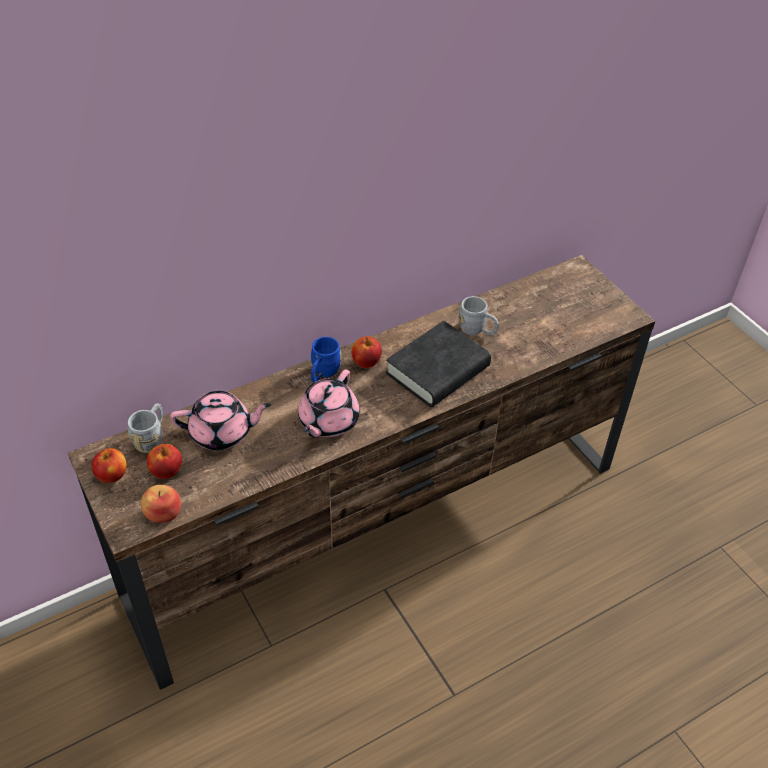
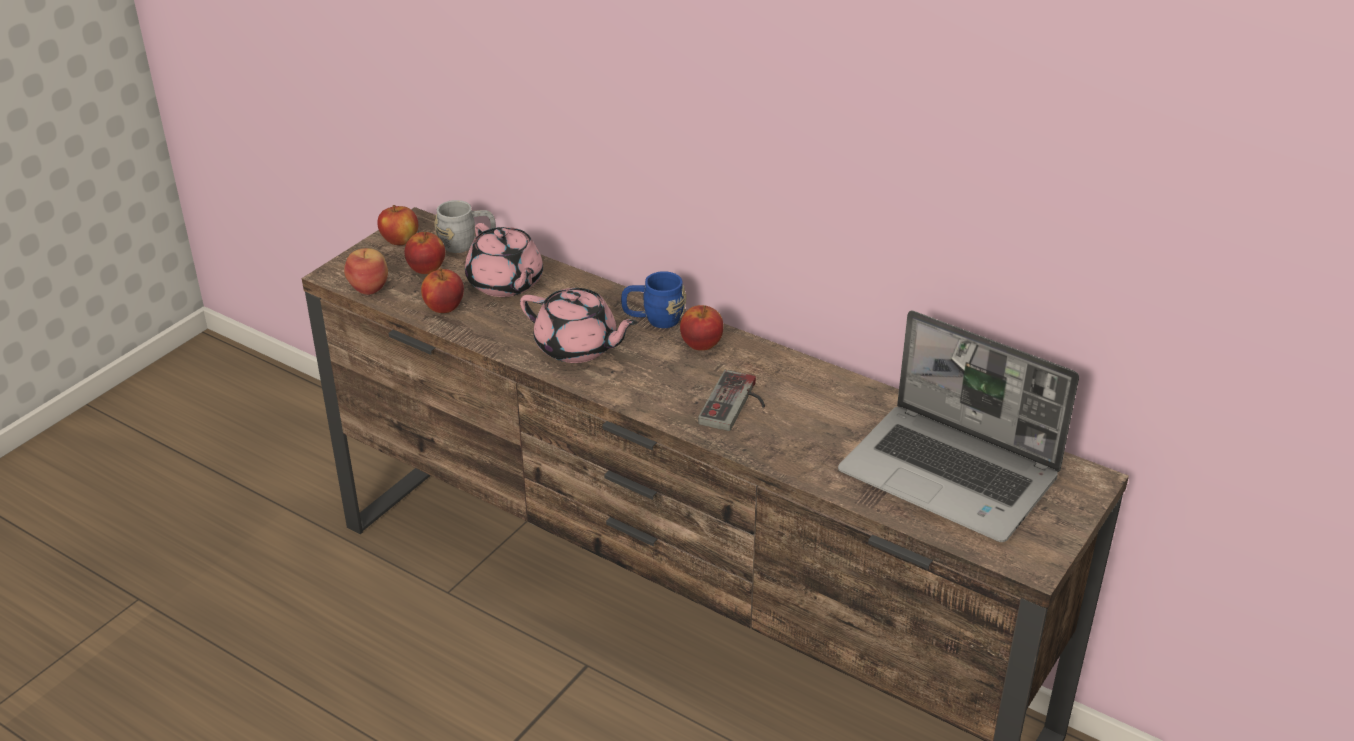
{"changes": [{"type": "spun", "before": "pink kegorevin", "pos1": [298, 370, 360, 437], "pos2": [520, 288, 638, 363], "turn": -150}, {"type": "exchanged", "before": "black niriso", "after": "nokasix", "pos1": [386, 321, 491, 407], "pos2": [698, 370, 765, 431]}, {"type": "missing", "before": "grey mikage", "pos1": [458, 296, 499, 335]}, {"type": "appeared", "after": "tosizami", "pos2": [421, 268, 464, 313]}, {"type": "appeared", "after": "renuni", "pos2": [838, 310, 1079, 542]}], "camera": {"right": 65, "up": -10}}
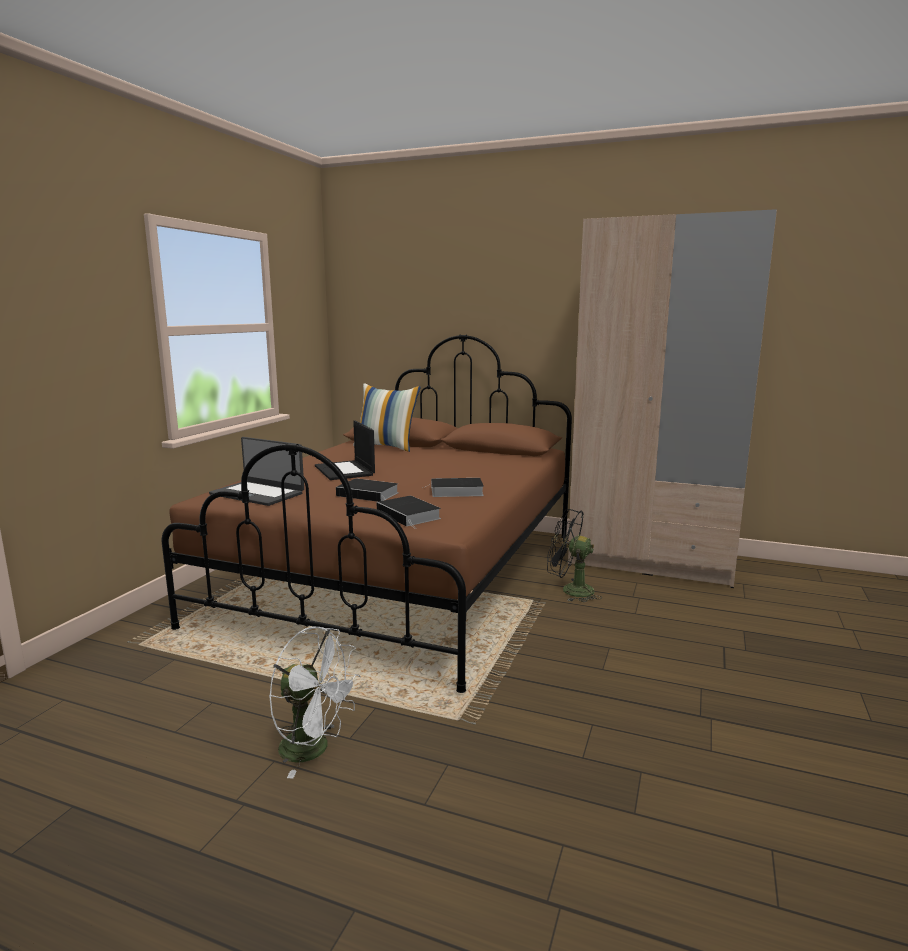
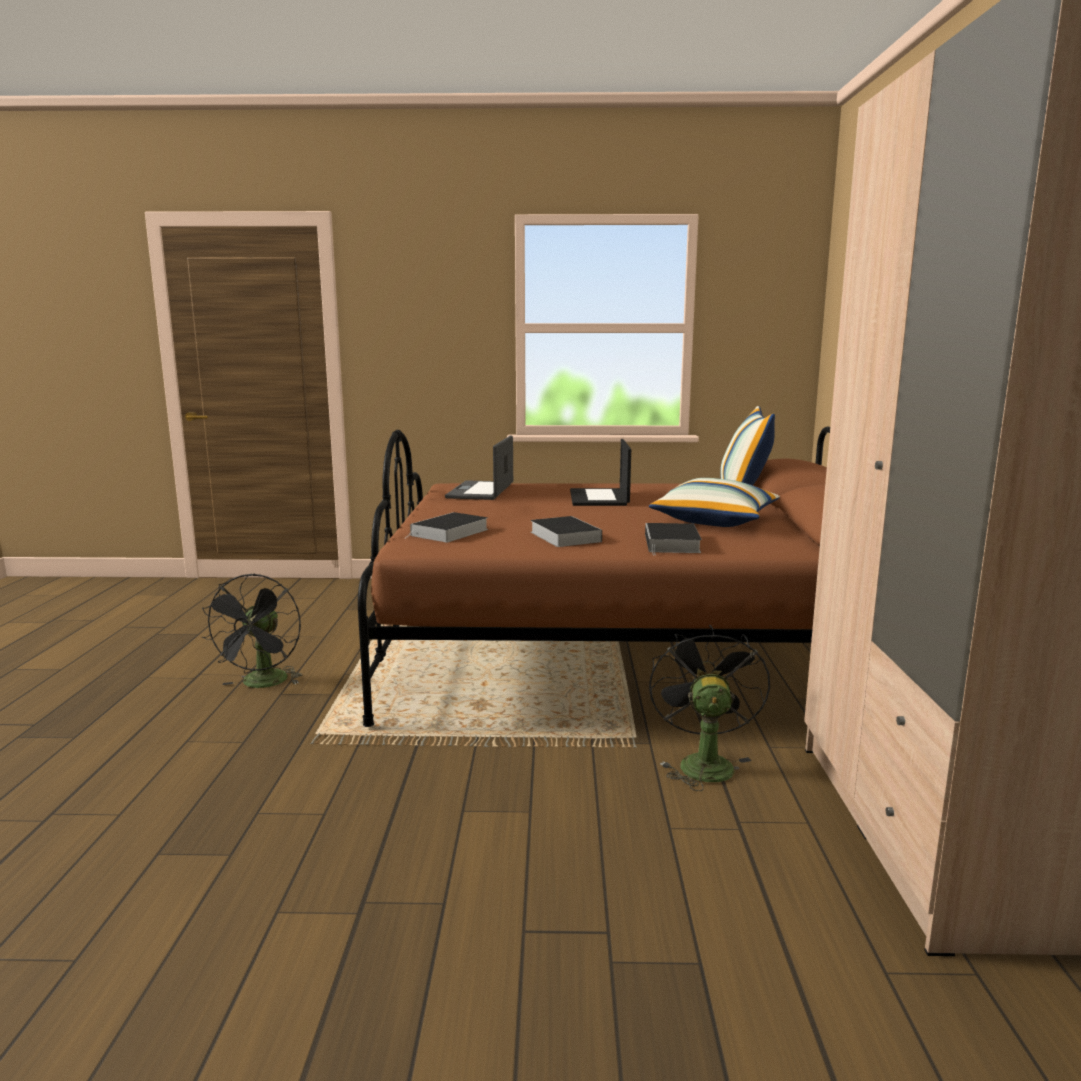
{"changes": [{"type": "colour", "before": "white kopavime", "after": "black kopavime", "pos1": [269, 627, 361, 778], "pos2": [202, 573, 303, 688]}, {"type": "spun", "before": "renuni", "pos1": [315, 420, 375, 480], "pos2": [570, 439, 631, 506], "turn": -45}, {"type": "relocated", "before": "niriso", "pos1": [336, 478, 398, 502], "pos2": [645, 523, 702, 556]}, {"type": "appeared", "after": "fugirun", "pos2": [649, 478, 780, 527]}], "camera": {"right": 70, "up": 0}}
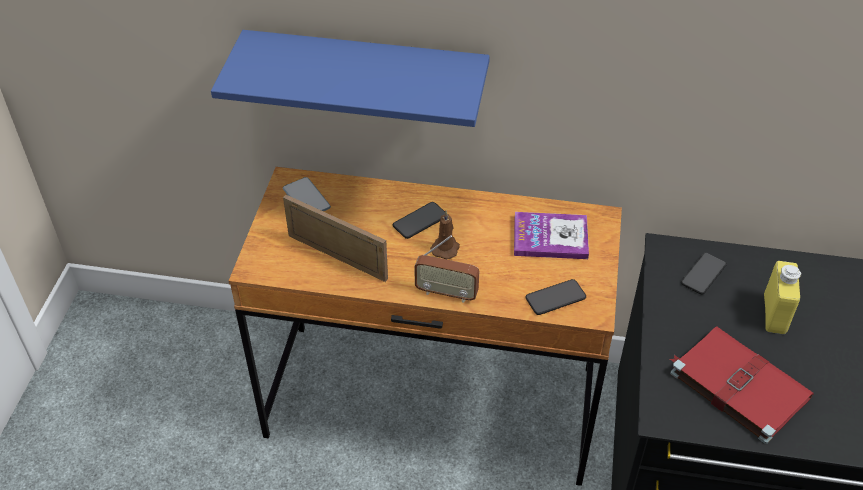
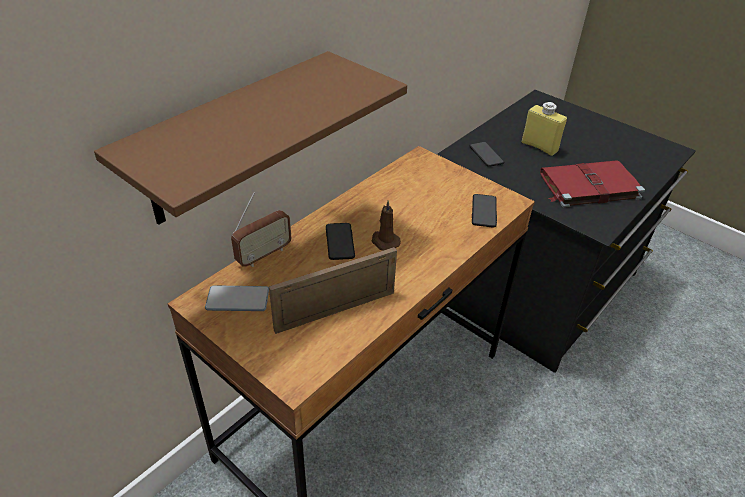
{"changes": [{"type": "colour", "before": "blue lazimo", "after": "brown lazimo", "pos1": [211, 30, 490, 127], "pos2": [94, 51, 407, 225]}, {"type": "relocated", "before": "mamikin", "pos1": [414, 235, 480, 303], "pos2": [231, 192, 291, 267]}, {"type": "missing", "before": "niriso", "pos1": [514, 212, 589, 259]}], "camera": {"right": -60, "up": -5}}
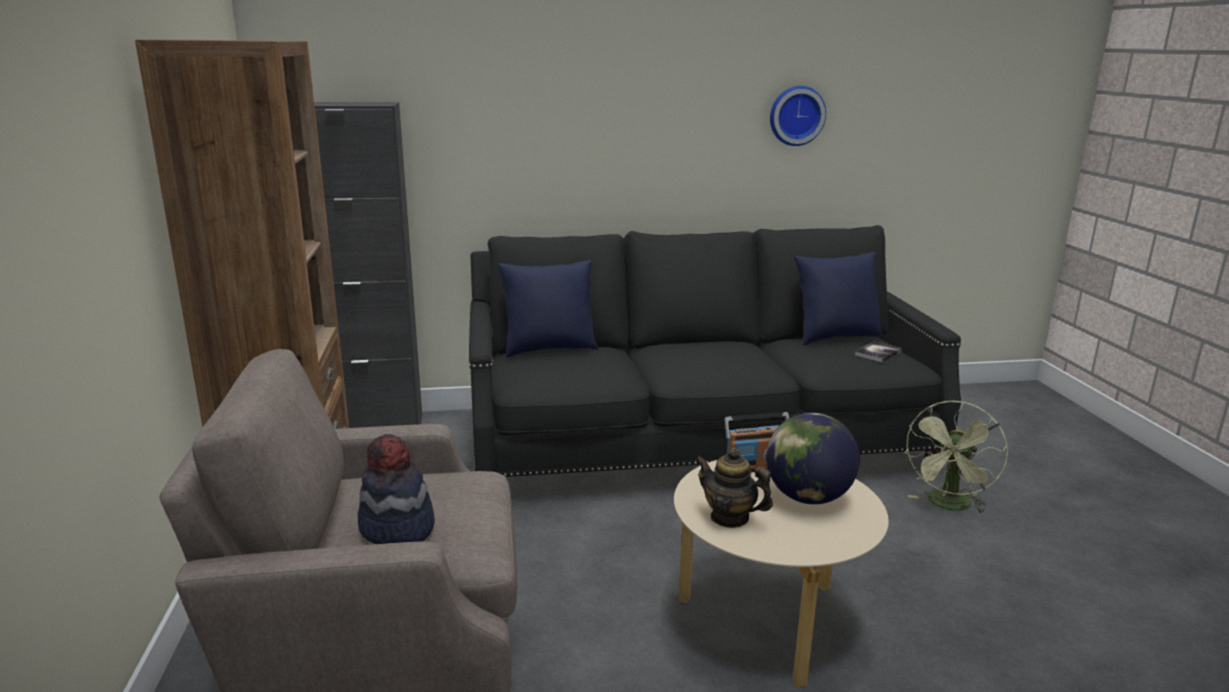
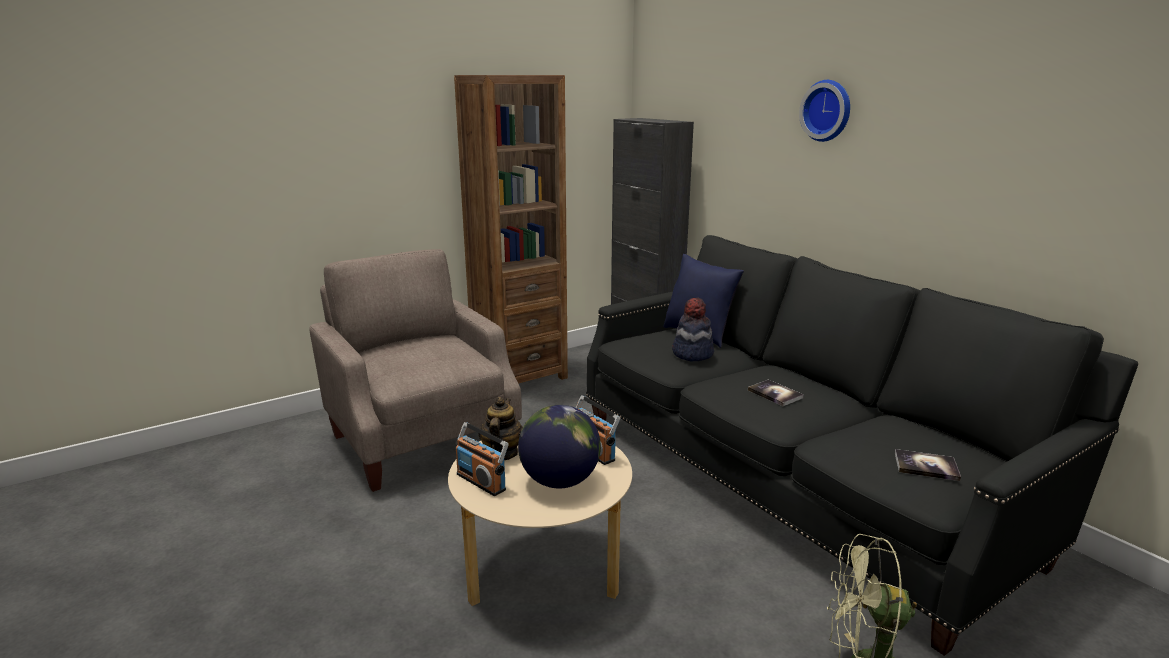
{"changes": [{"type": "relocated", "before": "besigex", "pos1": [357, 434, 435, 544], "pos2": [672, 297, 714, 361]}, {"type": "relocated", "before": "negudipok", "pos1": [770, 86, 826, 146], "pos2": [799, 80, 850, 142]}, {"type": "missing", "before": "blue fugirun", "pos1": [794, 252, 883, 345]}, {"type": "appeared", "after": "mamikin", "pos2": [456, 422, 509, 496]}, {"type": "appeared", "after": "niriso", "pos2": [748, 380, 804, 406]}], "camera": {"right": 65, "up": 0}}
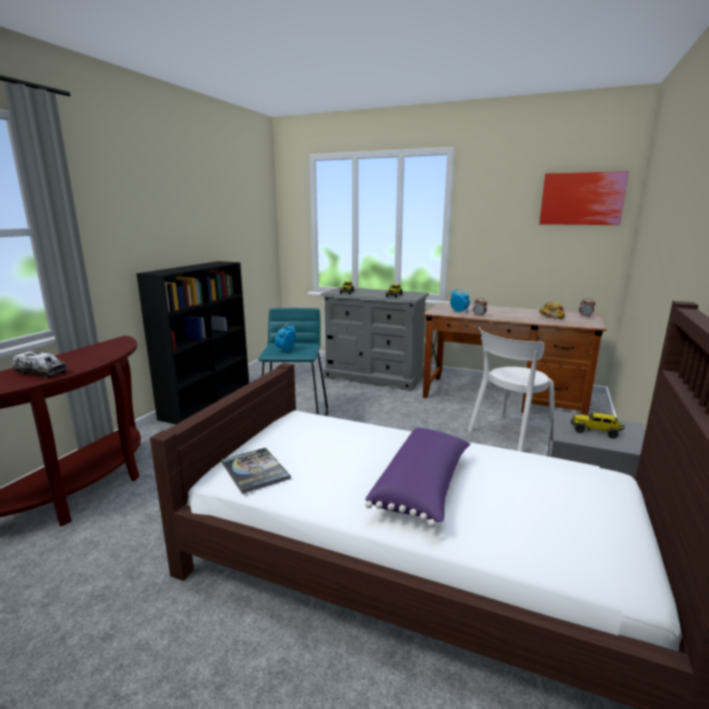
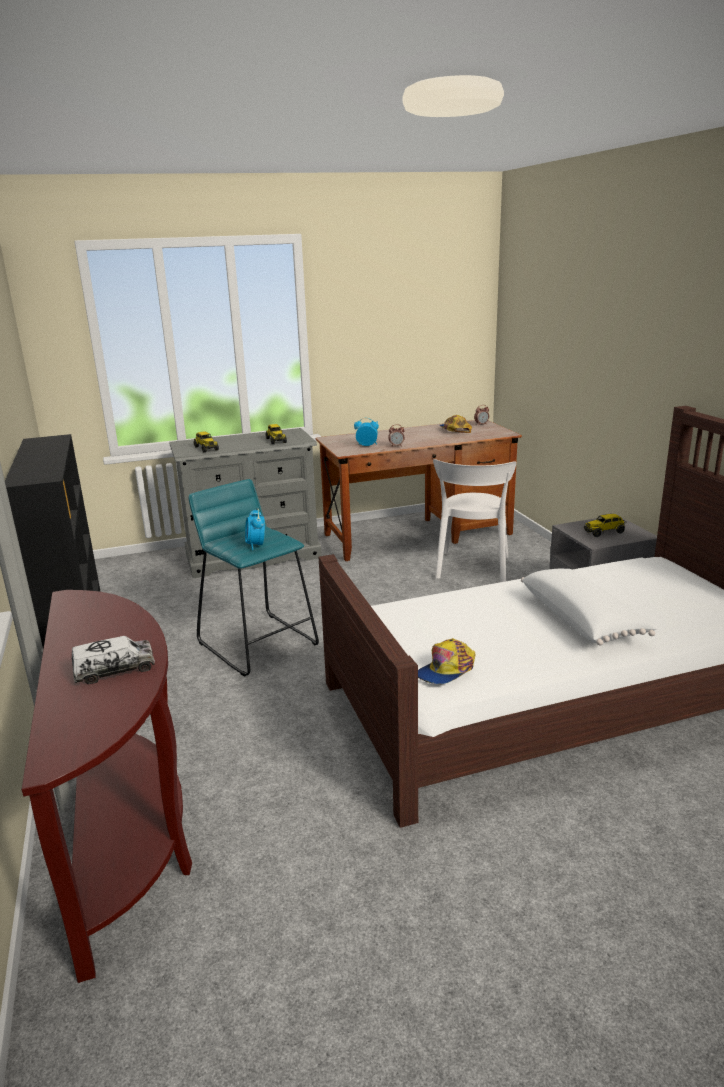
{"changes": [{"type": "exchanged", "before": "niriso", "after": "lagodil", "pos1": [221, 448, 291, 494], "pos2": [418, 638, 475, 684]}, {"type": "colour", "before": "purple fugirun", "after": "white fugirun", "pos1": [365, 428, 470, 527], "pos2": [521, 569, 658, 645]}, {"type": "missing", "before": "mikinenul", "pos1": [539, 171, 629, 225]}], "camera": {"right": -40, "up": 5}}
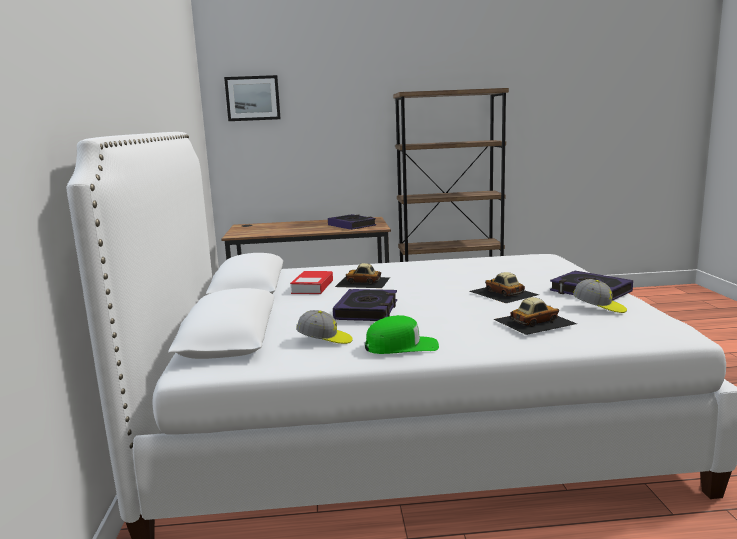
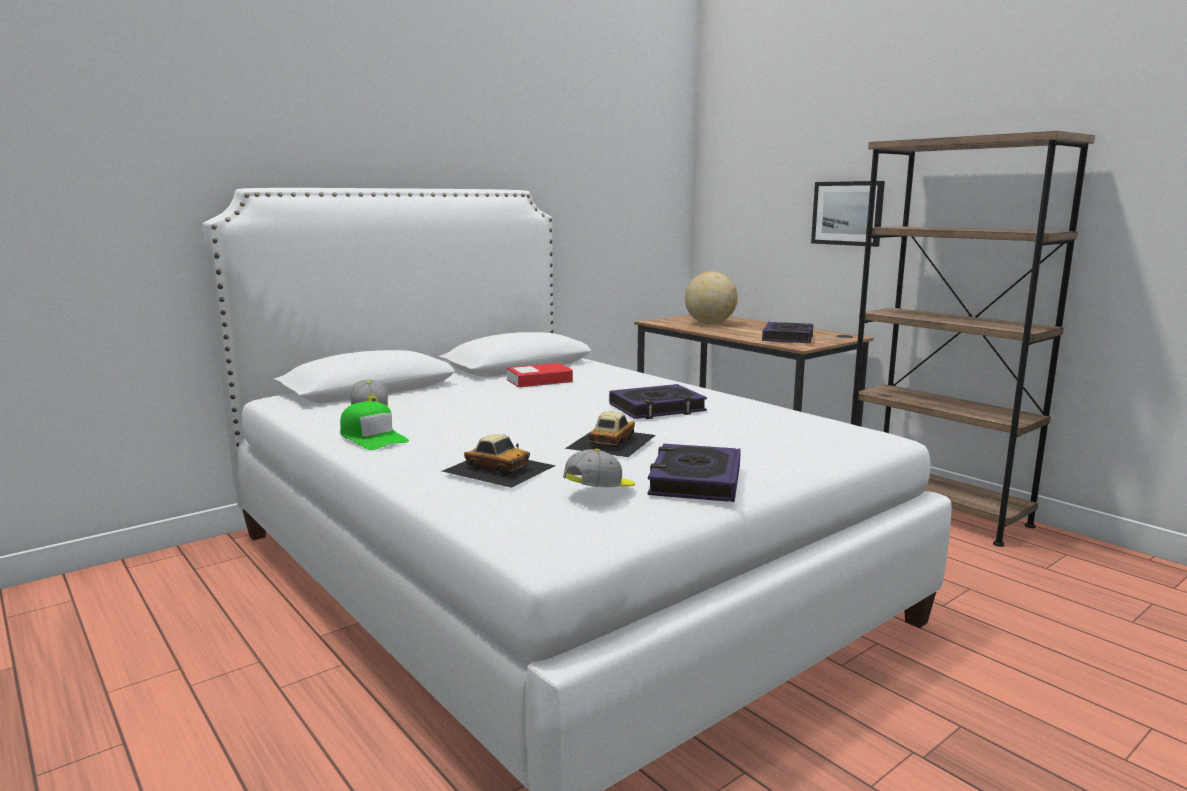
{"changes": [{"type": "relocated", "before": "mikinenul", "pos1": [224, 75, 281, 121], "pos2": [811, 181, 885, 247]}, {"type": "relocated", "before": "niriso", "pos1": [333, 289, 397, 321], "pos2": [609, 384, 707, 419]}, {"type": "missing", "before": "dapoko", "pos1": [335, 263, 390, 288]}, {"type": "spun", "before": "lagodil", "pos1": [573, 279, 627, 313], "pos2": [563, 449, 635, 487], "turn": -135}, {"type": "appeared", "after": "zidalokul", "pos2": [685, 271, 738, 324]}], "camera": {"right": 55, "up": 0}}
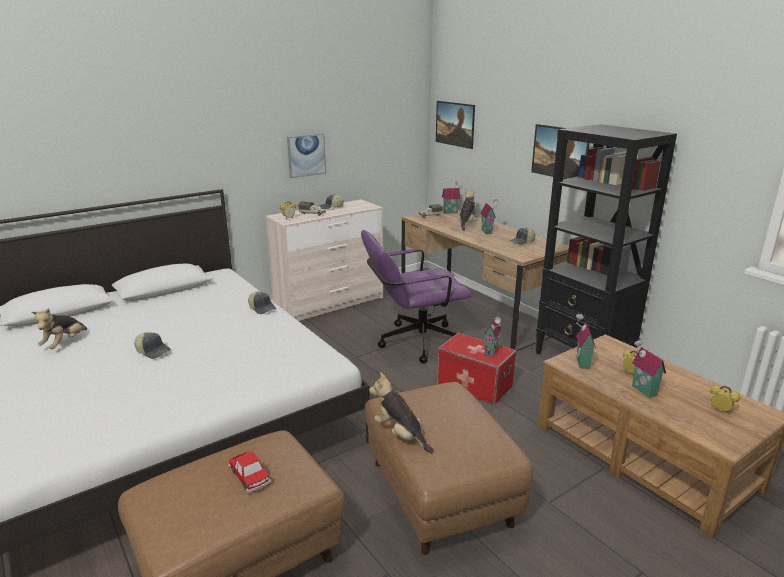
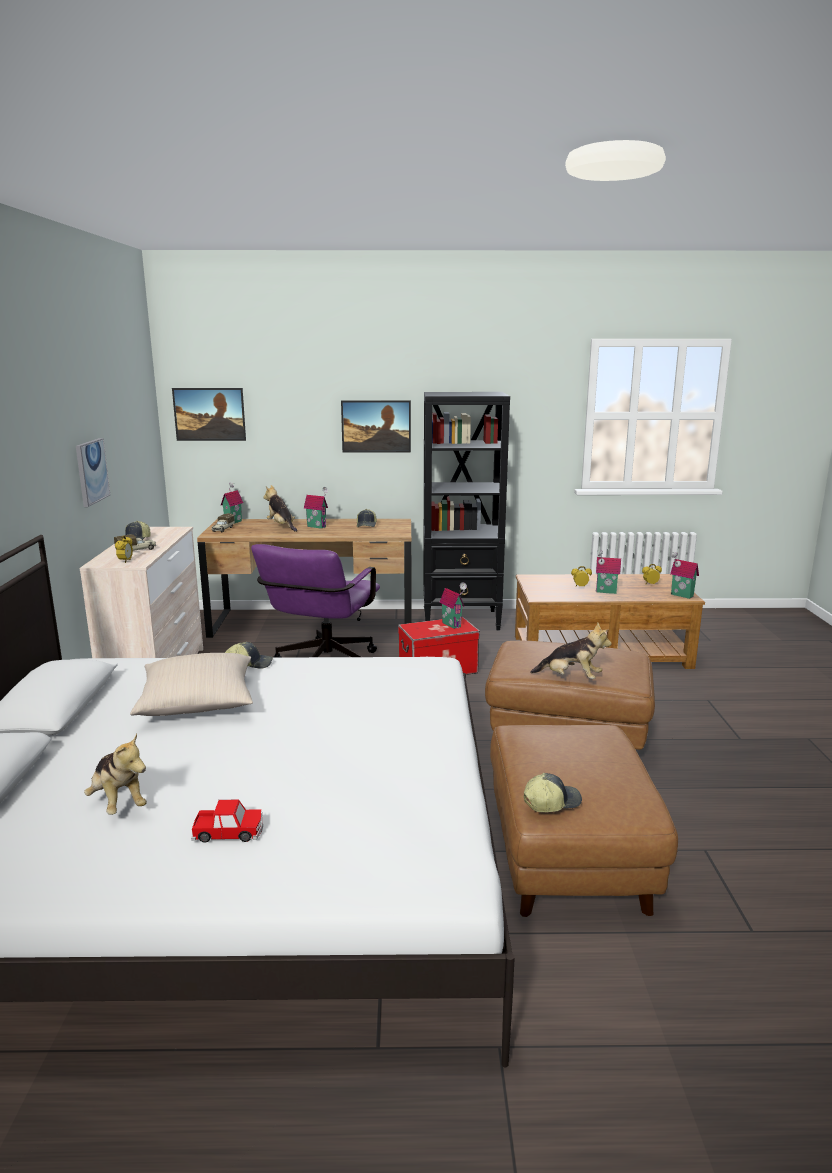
{"changes": [{"type": "relocated", "before": "lagodil", "pos1": [134, 332, 171, 359], "pos2": [524, 773, 582, 812]}, {"type": "relocated", "before": "dapoko", "pos1": [228, 451, 271, 493], "pos2": [191, 799, 263, 843]}, {"type": "spun", "before": "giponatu", "pos1": [369, 372, 434, 453], "pos2": [530, 623, 612, 679], "turn": -150}, {"type": "relocated", "before": "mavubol", "pos1": [576, 314, 596, 369], "pos2": [670, 552, 699, 599]}, {"type": "appeared", "after": "beige fugirun", "pos2": [130, 653, 253, 716]}], "camera": {"right": -55, "up": -5}}
